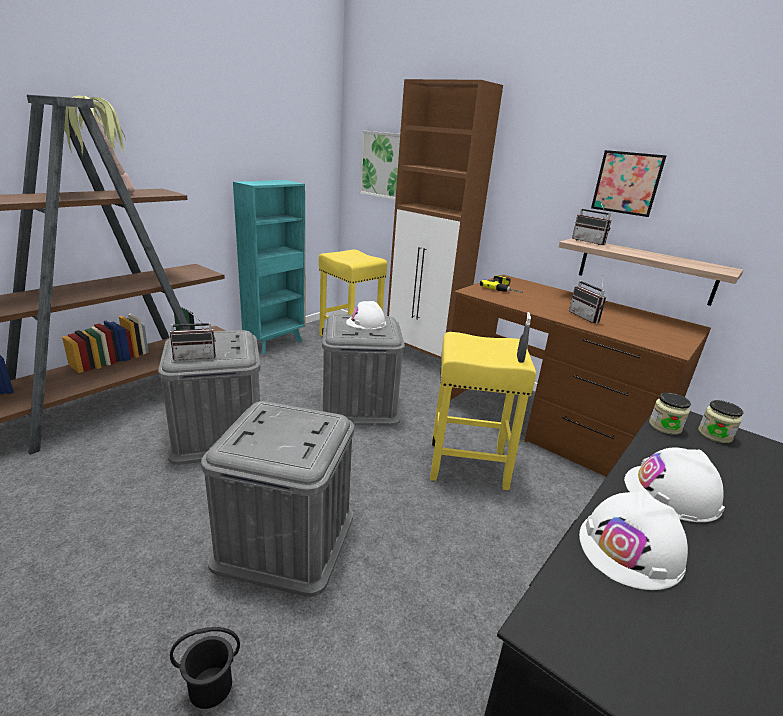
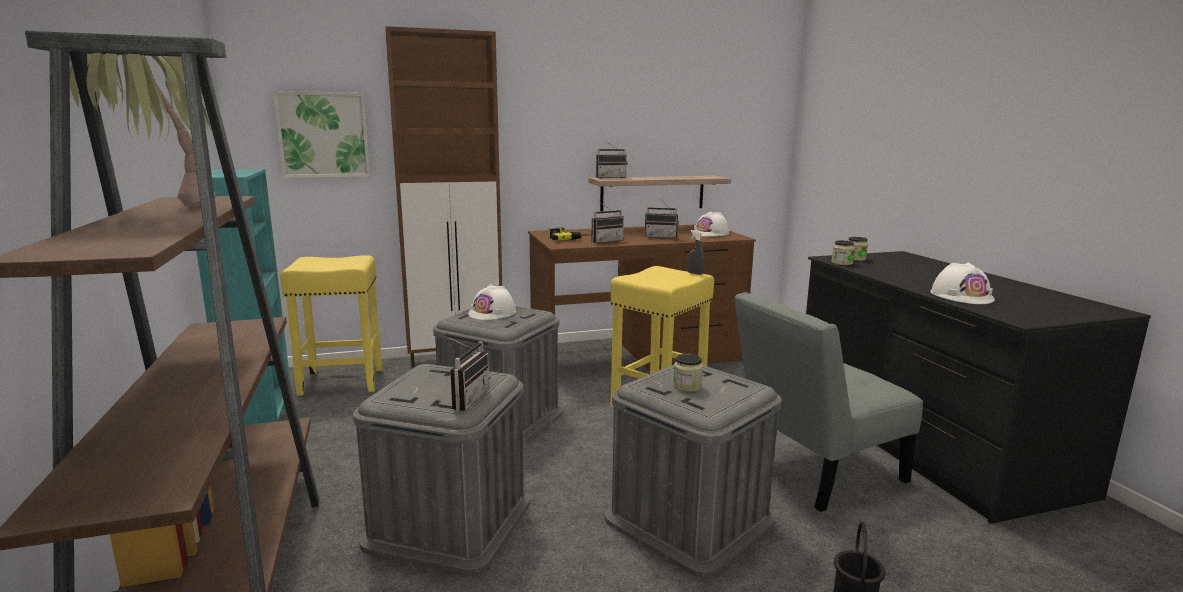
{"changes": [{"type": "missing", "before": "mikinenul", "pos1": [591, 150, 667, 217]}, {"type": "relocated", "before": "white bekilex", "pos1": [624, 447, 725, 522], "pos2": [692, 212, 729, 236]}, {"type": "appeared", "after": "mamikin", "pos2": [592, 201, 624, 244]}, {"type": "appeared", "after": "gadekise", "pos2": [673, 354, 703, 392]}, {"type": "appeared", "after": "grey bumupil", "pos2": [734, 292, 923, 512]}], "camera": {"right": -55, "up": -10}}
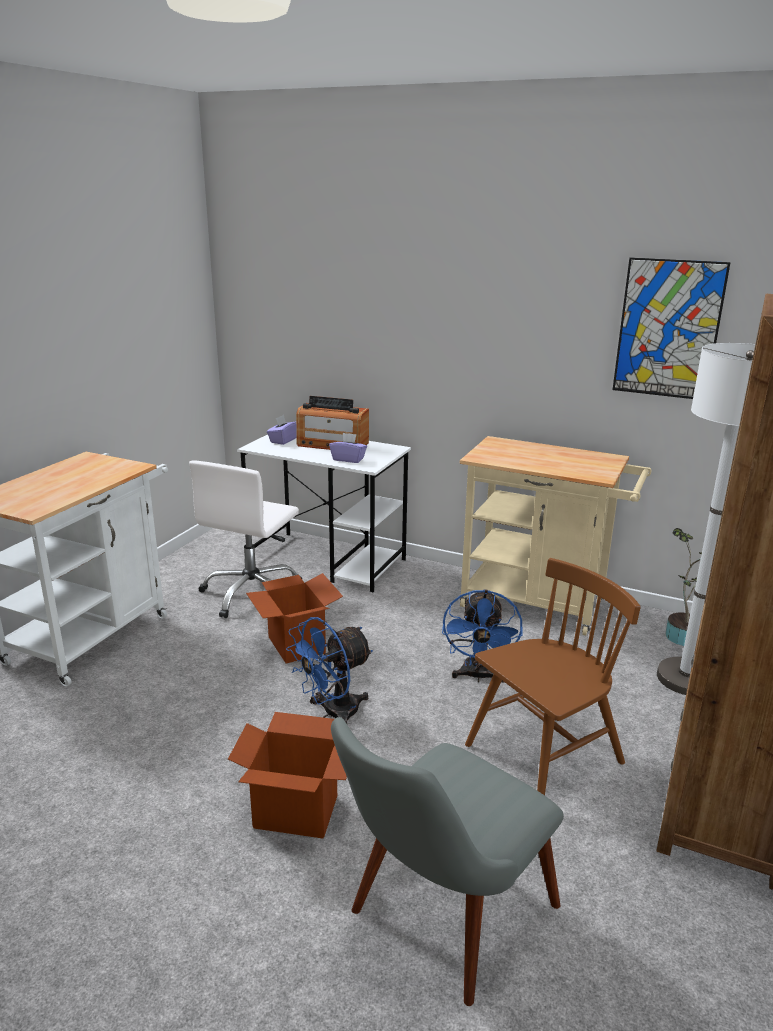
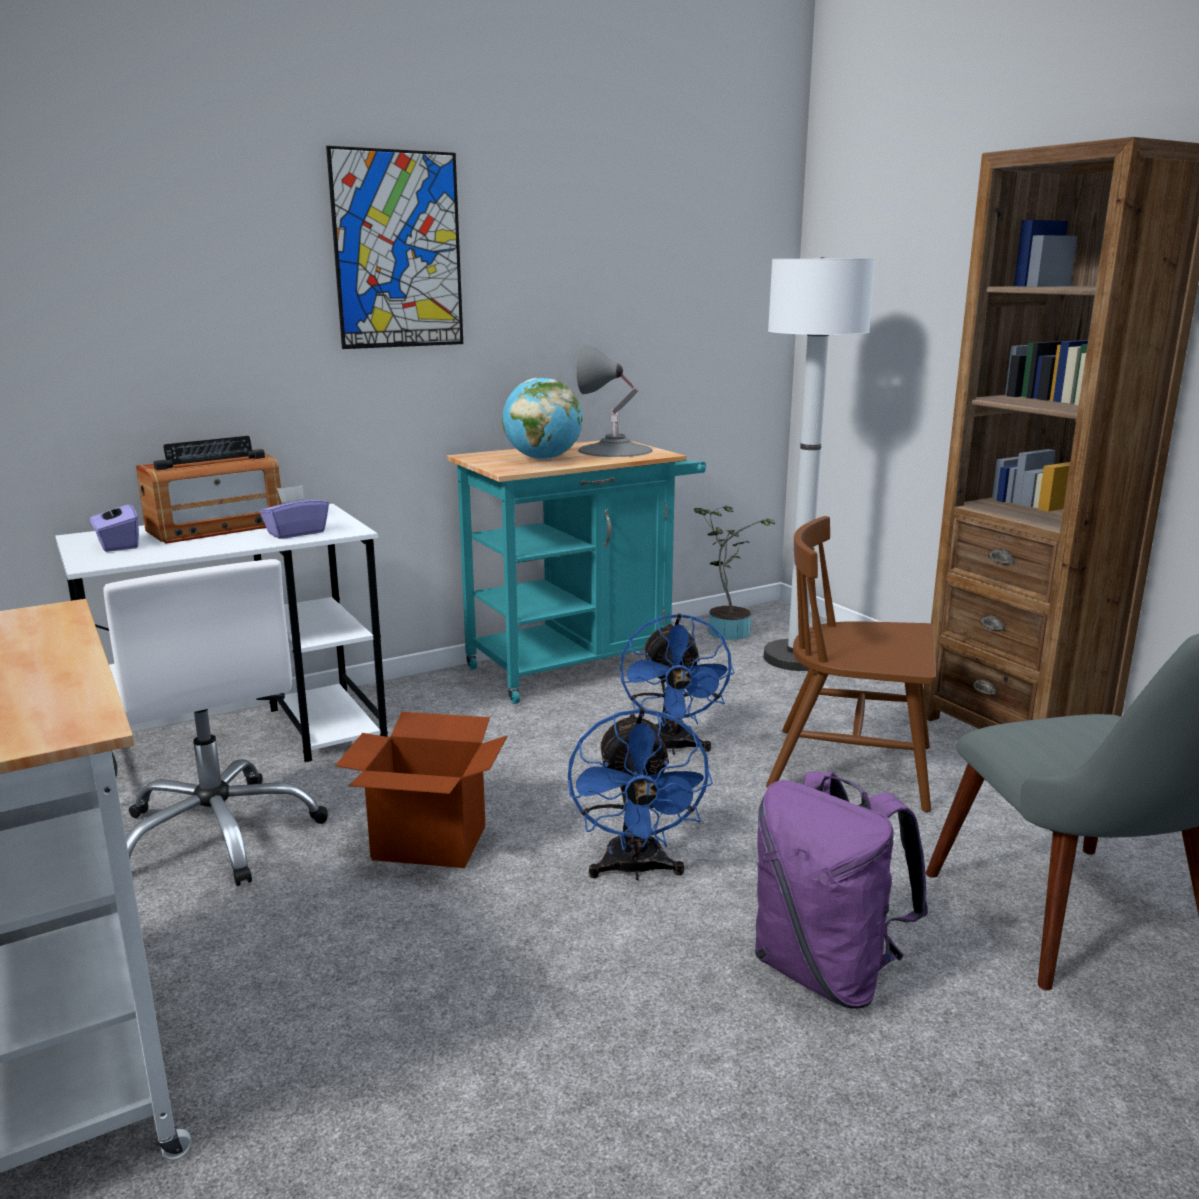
{"changes": [{"type": "exchanged", "before": "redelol", "after": "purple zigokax", "pos1": [228, 712, 347, 838], "pos2": [754, 772, 928, 1009]}, {"type": "spun", "before": "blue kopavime", "pos1": [442, 589, 522, 683], "pos2": [620, 613, 735, 754], "turn": 45}, {"type": "colour", "before": "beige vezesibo", "after": "turquoise vezesibo", "pos1": [460, 436, 651, 636], "pos2": [447, 441, 706, 704]}, {"type": "spun", "before": "brown bumupil", "pos1": [465, 558, 640, 795], "pos2": [766, 516, 936, 812], "turn": -75}, {"type": "relocated", "before": "mikinenul", "pos1": [613, 257, 731, 399], "pos2": [326, 146, 463, 349]}, {"type": "appeared", "after": "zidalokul", "pos2": [502, 378, 582, 460]}, {"type": "appeared", "after": "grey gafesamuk", "pos2": [577, 345, 653, 457]}], "camera": {"right": -55, "up": -5}}
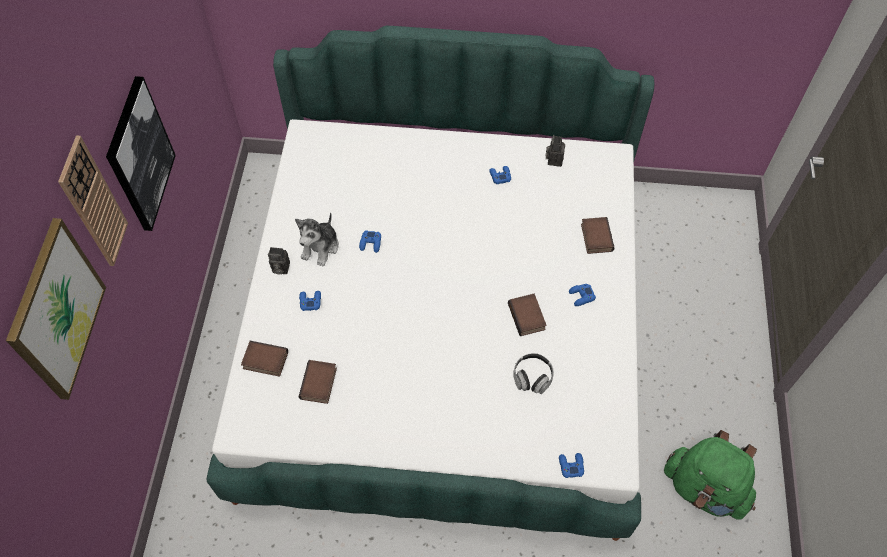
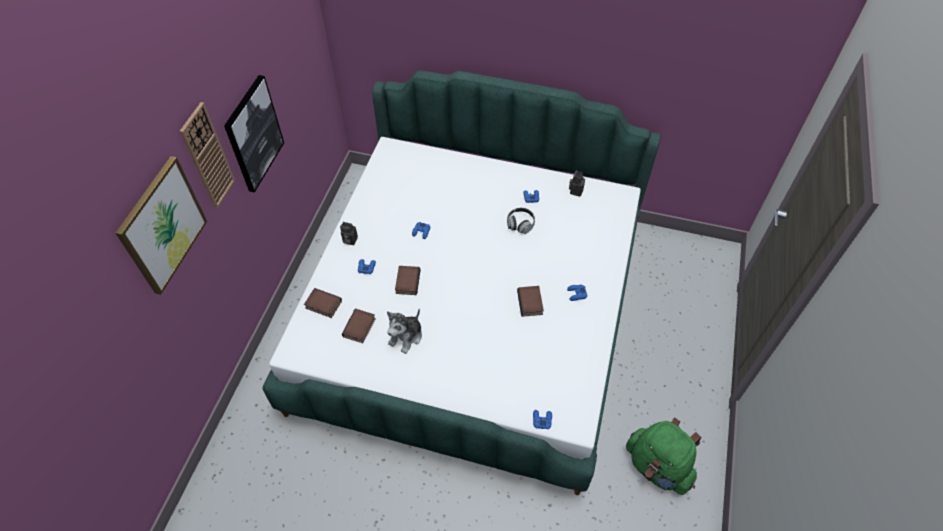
{"changes": [{"type": "relocated", "before": "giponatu", "pos1": [295, 212, 339, 267], "pos2": [387, 309, 422, 354]}, {"type": "relocated", "before": "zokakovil", "pos1": [513, 353, 554, 394], "pos2": [507, 208, 535, 234]}, {"type": "relocated", "before": "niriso", "pos1": [581, 217, 615, 254], "pos2": [395, 266, 421, 295]}], "camera": {"right": 10, "up": -5}}
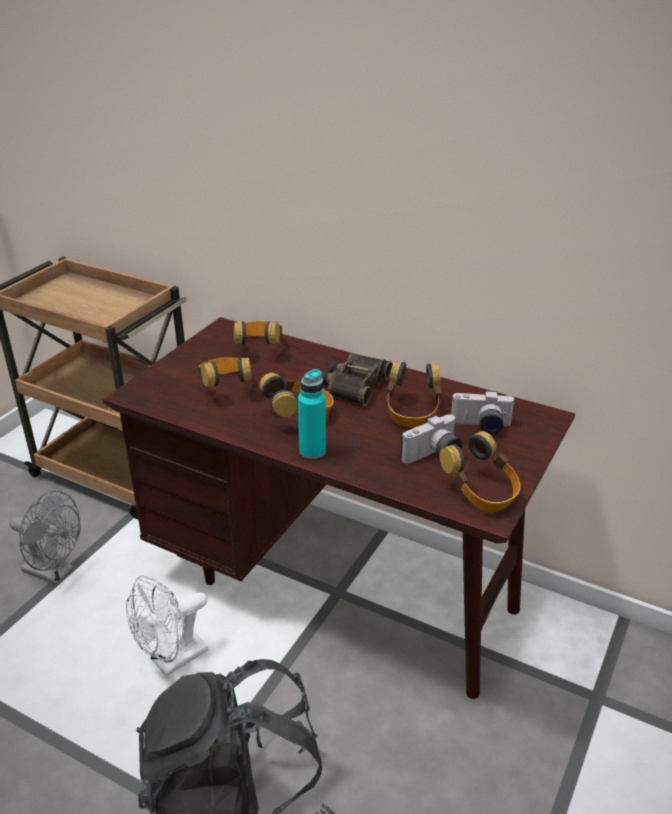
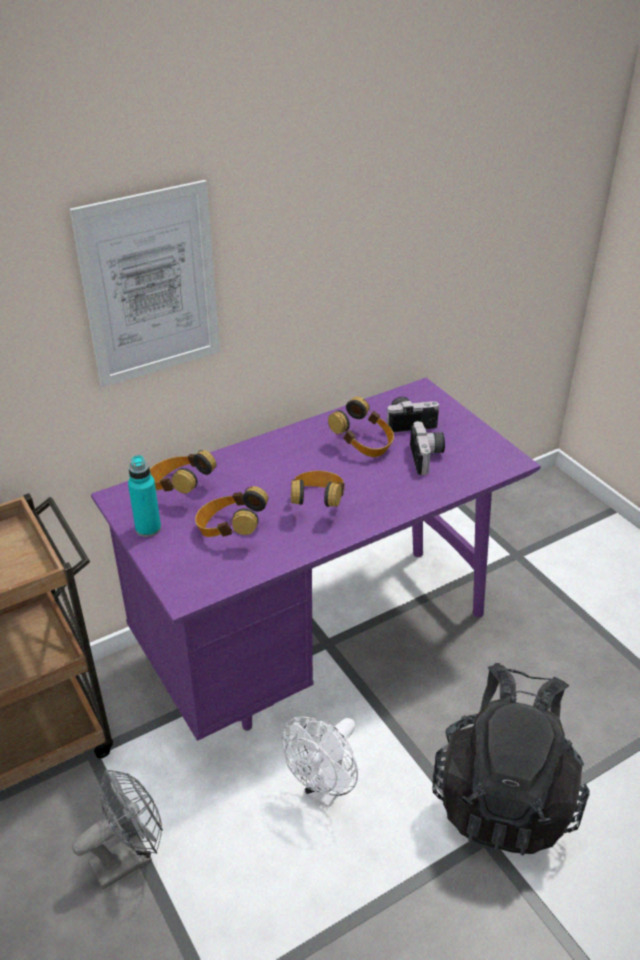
{"changes": [{"type": "colour", "before": "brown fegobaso", "after": "purple fegobaso", "pos1": [103, 317, 575, 699], "pos2": [91, 378, 541, 741]}, {"type": "spun", "before": "white kopavime", "pos1": [126, 575, 208, 677], "pos2": [281, 716, 358, 808], "turn": 45}, {"type": "relocated", "before": "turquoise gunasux", "pos1": [298, 369, 326, 459], "pos2": [128, 455, 161, 537]}, {"type": "missing", "before": "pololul", "pos1": [322, 353, 393, 406]}, {"type": "missing", "before": "zokakovil", "pos1": [439, 431, 520, 512]}, {"type": "spun", "before": "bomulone", "pos1": [451, 390, 515, 435], "pos2": [387, 397, 439, 432], "turn": -135}, {"type": "appeared", "after": "mikinenul", "pos2": [70, 180, 220, 387]}], "camera": {"right": -60, "up": 5}}
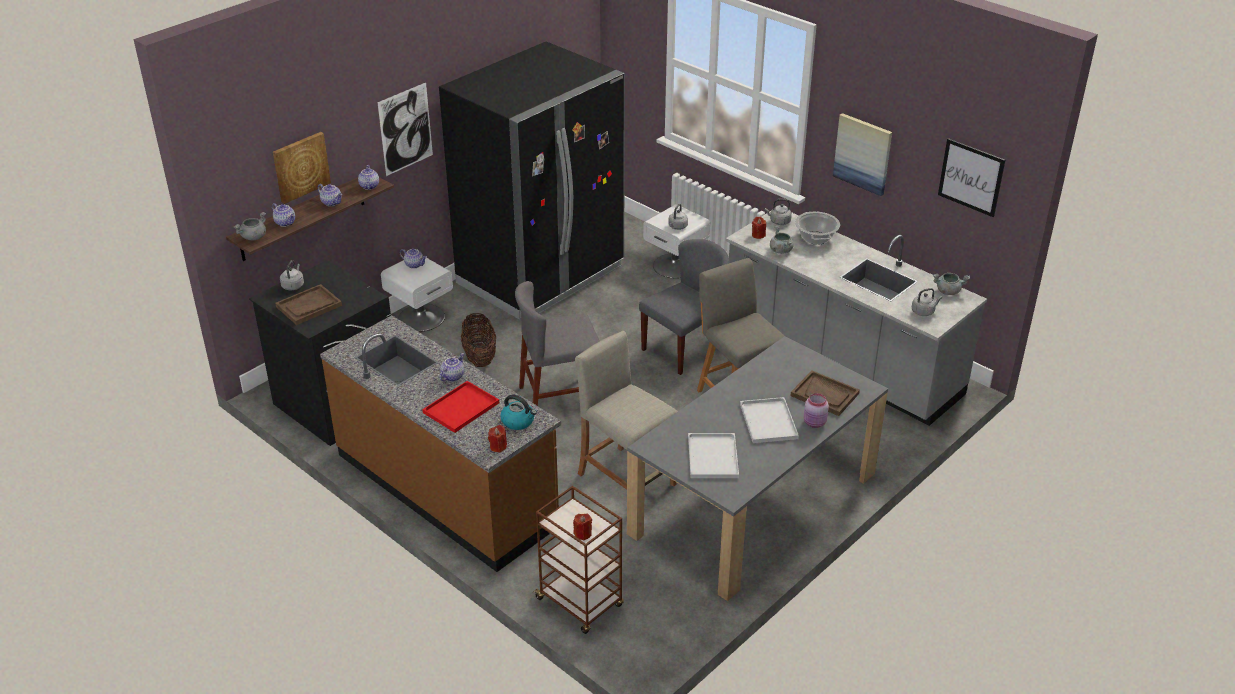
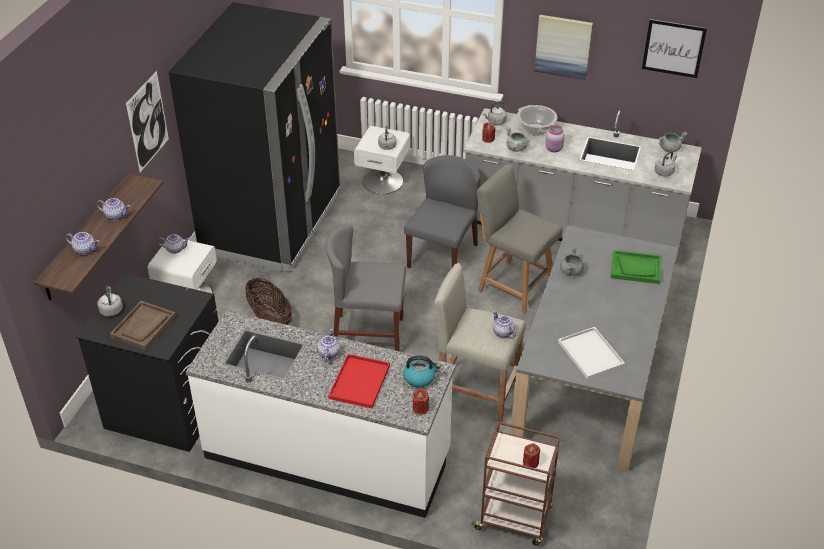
{"changes": [{"type": "relocated", "before": "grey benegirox", "pos1": [234, 212, 266, 240], "pos2": [560, 246, 584, 276]}, {"type": "missing", "before": "mikinenul", "pos1": [273, 132, 331, 204]}, {"type": "colour", "before": "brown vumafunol", "after": "white vumafunol", "pos1": [320, 315, 561, 572], "pos2": [186, 311, 456, 518]}, {"type": "relocated", "before": "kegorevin", "pos1": [358, 165, 379, 190], "pos2": [493, 311, 516, 339]}, {"type": "spun", "before": "grey bumupil", "pos1": [515, 281, 600, 406], "pos2": [326, 225, 406, 351], "turn": 45}, {"type": "missing", "before": "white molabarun", "pos1": [740, 397, 799, 443]}, {"type": "colour", "before": "brown molabarun", "after": "green molabarun", "pos1": [791, 371, 860, 416], "pos2": [611, 250, 661, 284]}, {"type": "relocated", "before": "pink gadekise", "pos1": [804, 393, 829, 428], "pos2": [545, 125, 565, 152]}], "camera": {"right": -25, "up": 5}}
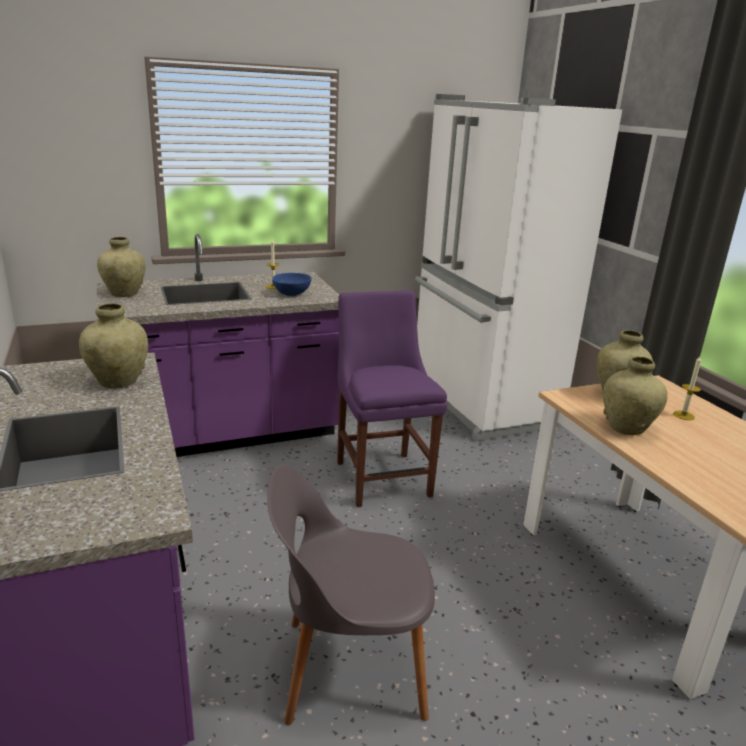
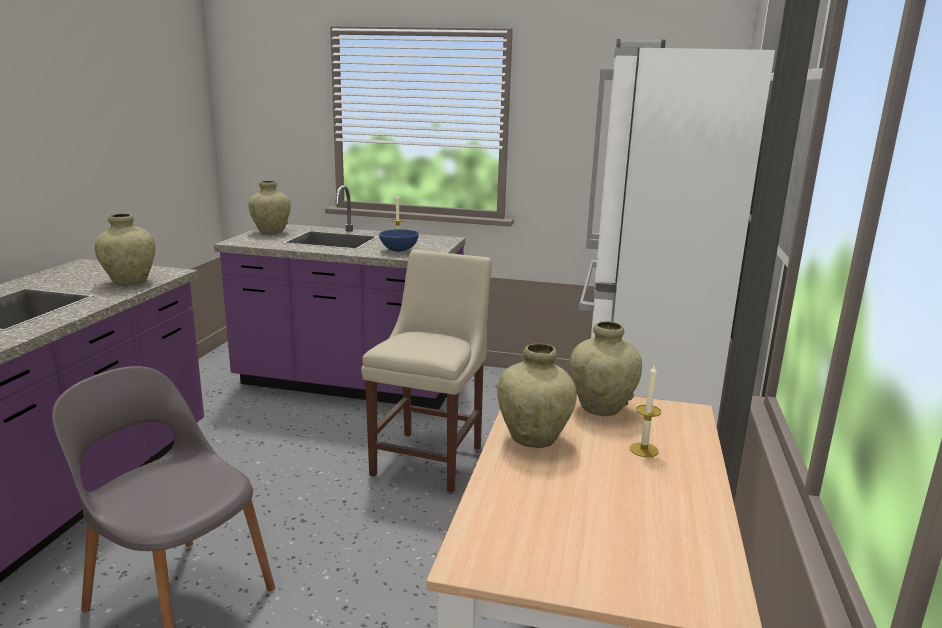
{"changes": [{"type": "colour", "before": "purple bumupil", "after": "beige bumupil", "pos1": [337, 290, 447, 507], "pos2": [361, 250, 492, 493]}], "camera": {"right": 35, "up": -5}}
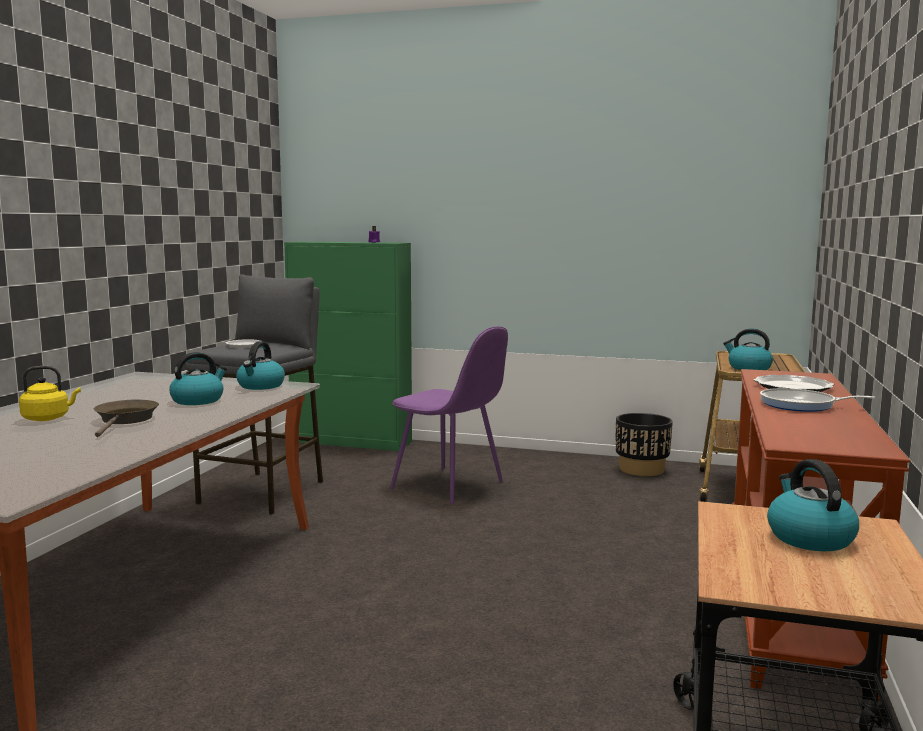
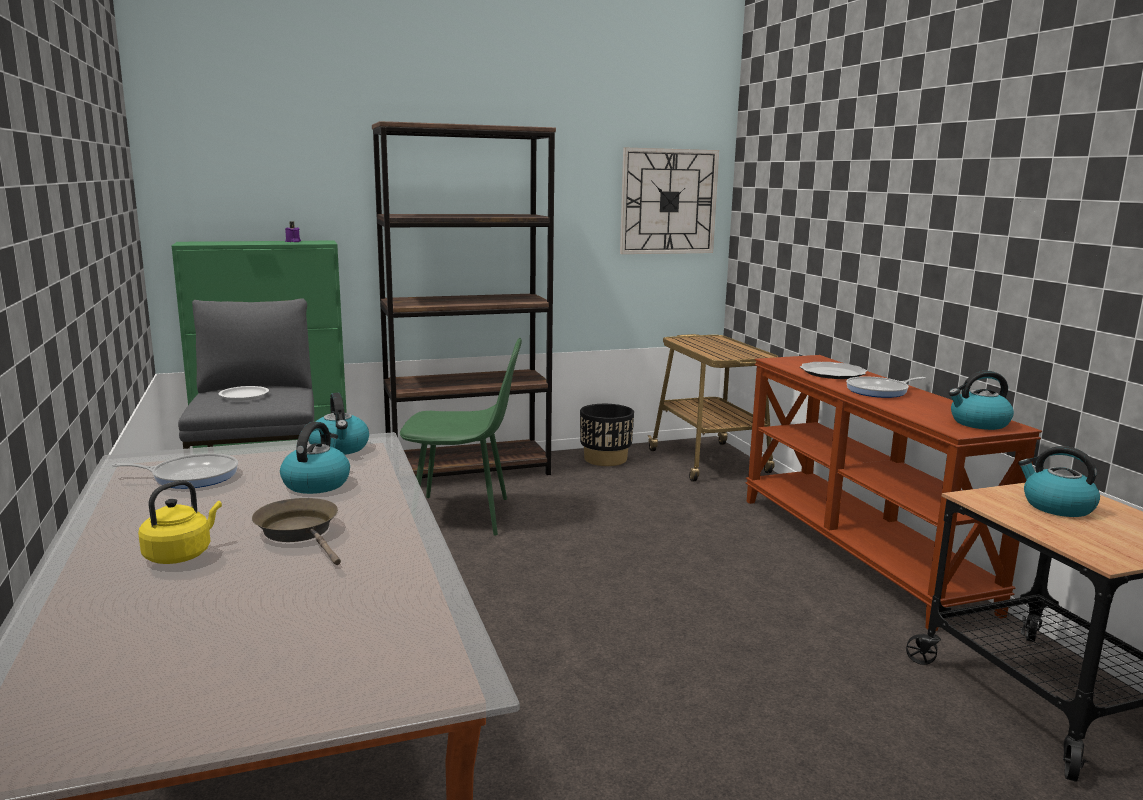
{"changes": [{"type": "colour", "before": "purple bumupil", "after": "green bumupil", "pos1": [390, 326, 508, 504], "pos2": [400, 338, 522, 536]}, {"type": "relocated", "before": "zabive", "pos1": [723, 328, 773, 370], "pos2": [949, 371, 1014, 430]}, {"type": "appeared", "after": "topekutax", "pos2": [112, 454, 238, 489]}, {"type": "appeared", "after": "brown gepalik", "pos2": [372, 121, 556, 478]}, {"type": "appeared", "after": "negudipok", "pos2": [620, 148, 719, 254]}], "camera": {"right": -35, "up": 5}}
